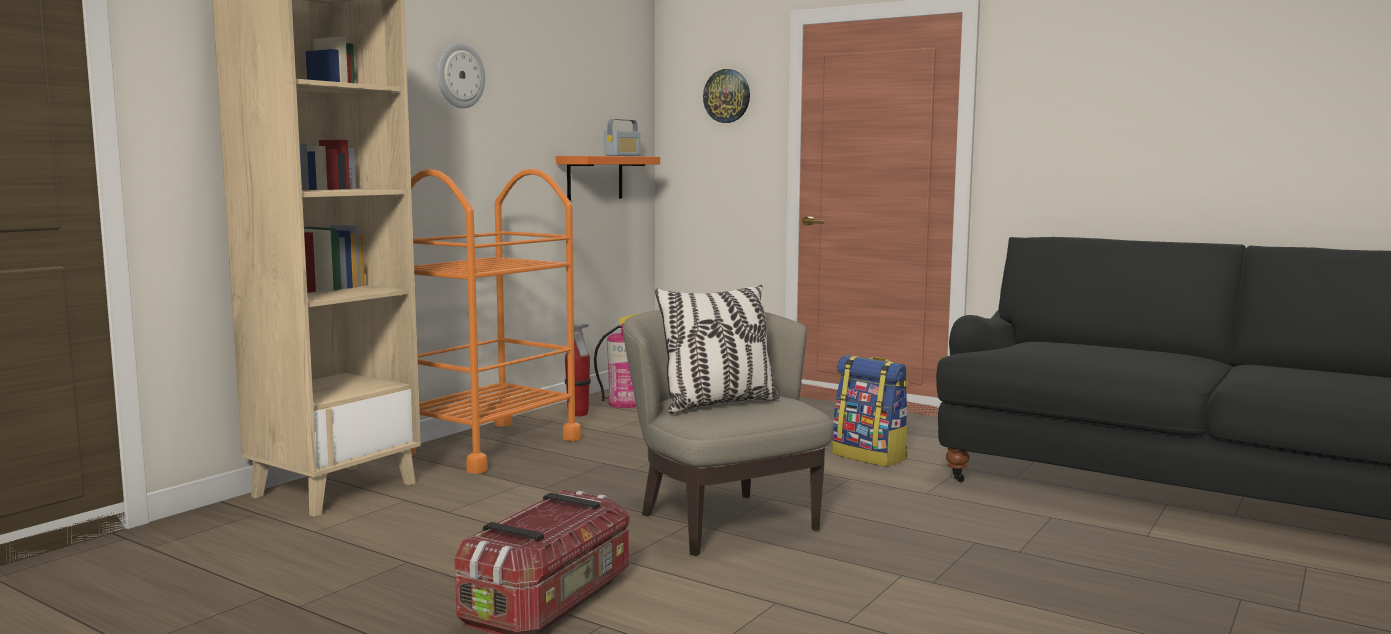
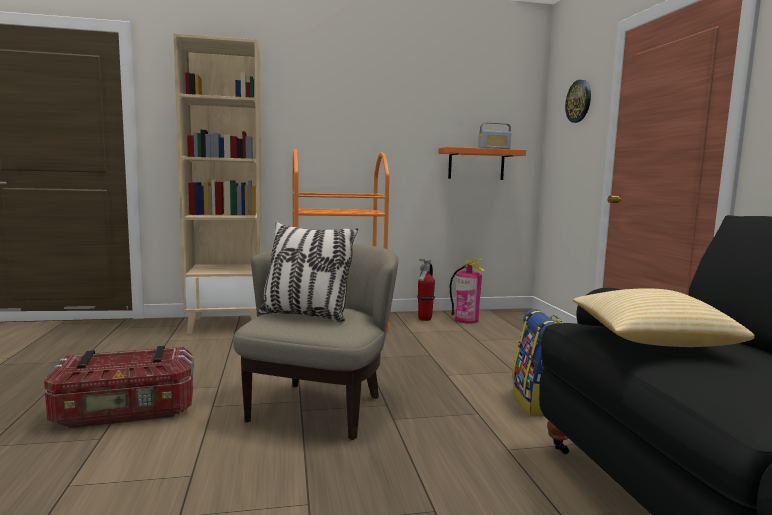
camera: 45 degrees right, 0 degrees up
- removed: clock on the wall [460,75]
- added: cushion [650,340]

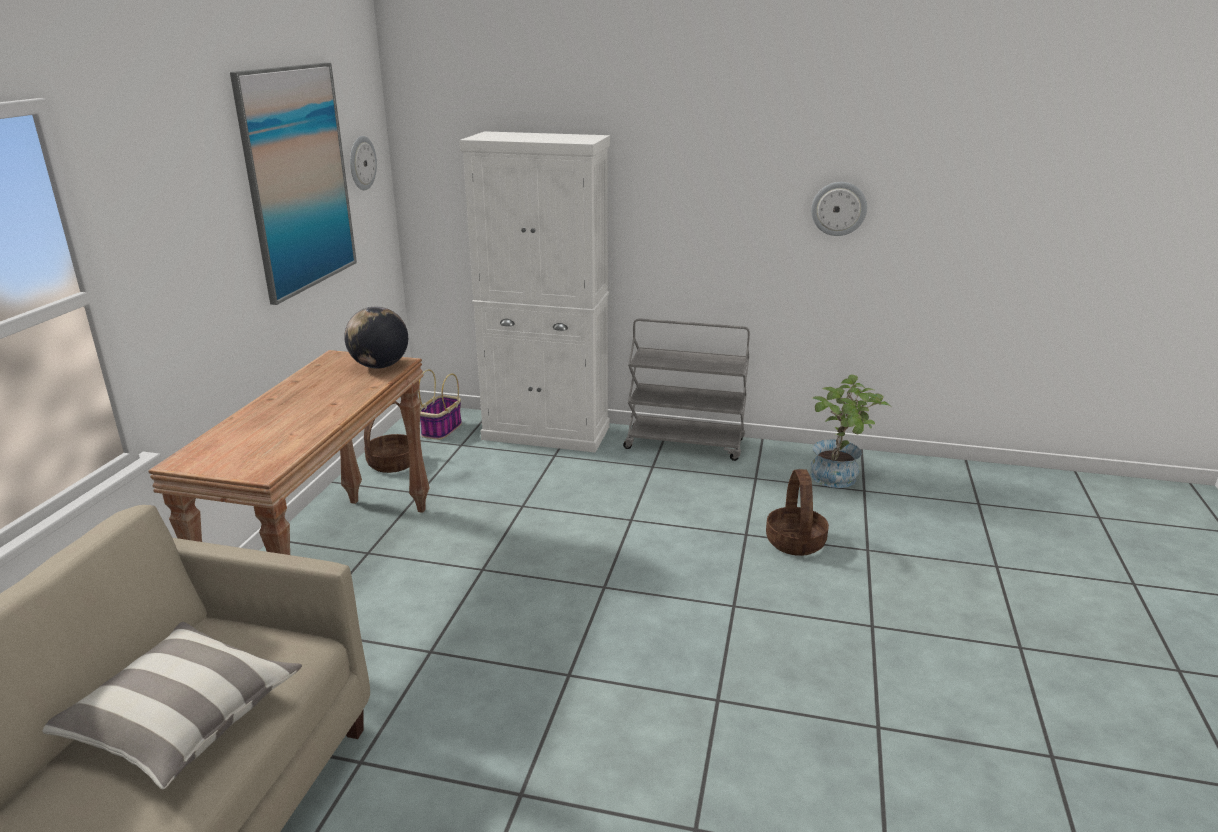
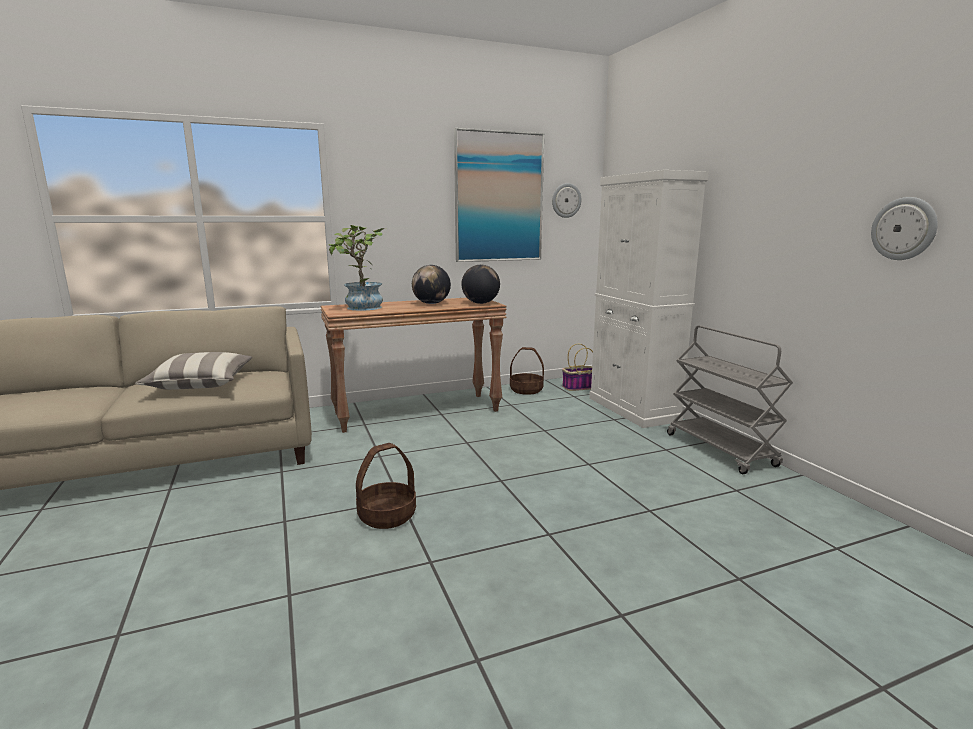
camera: 55 degrees right, 10 degrees down
- moved: household basket [794,541] to [387,515]
- moved: houseplant [839,480] to [361,308]
- added: globe [431,303]

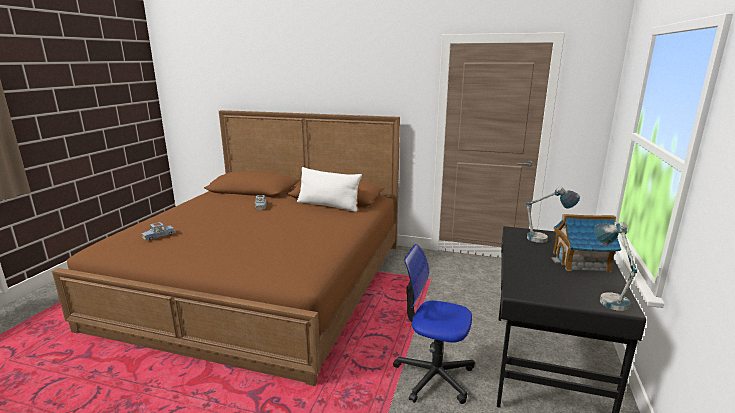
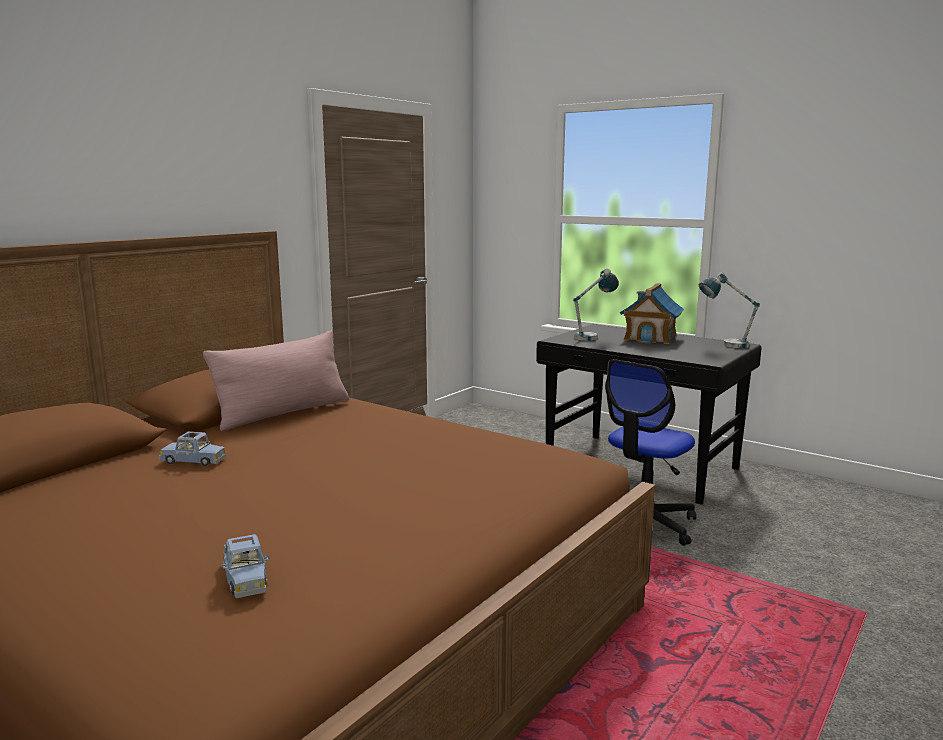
camera: 70 degrees left, 5 degrees down
- recoloured: white-coloured cushion [328,205] to pink cushion [284,413]

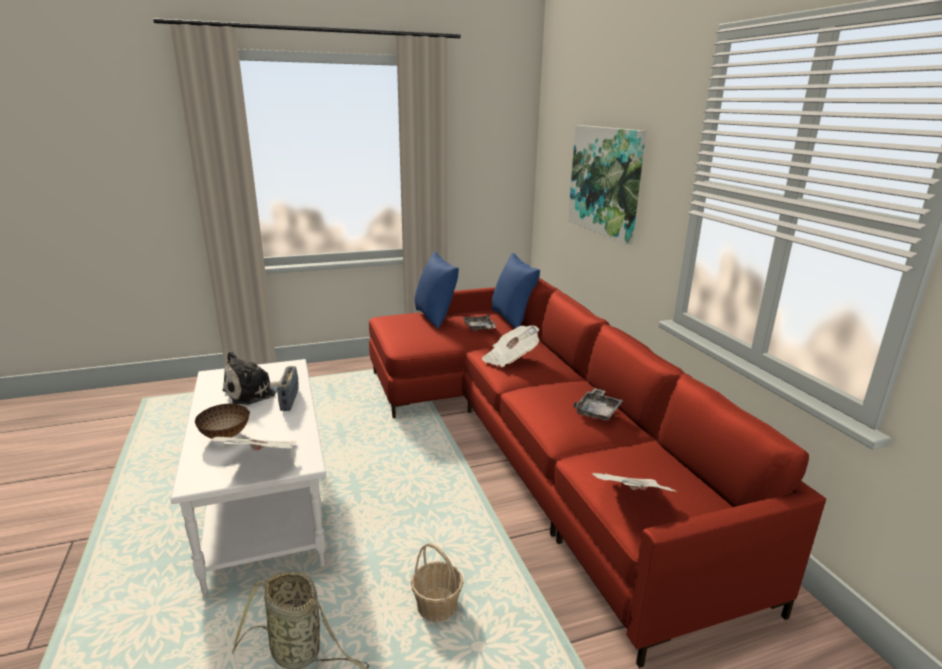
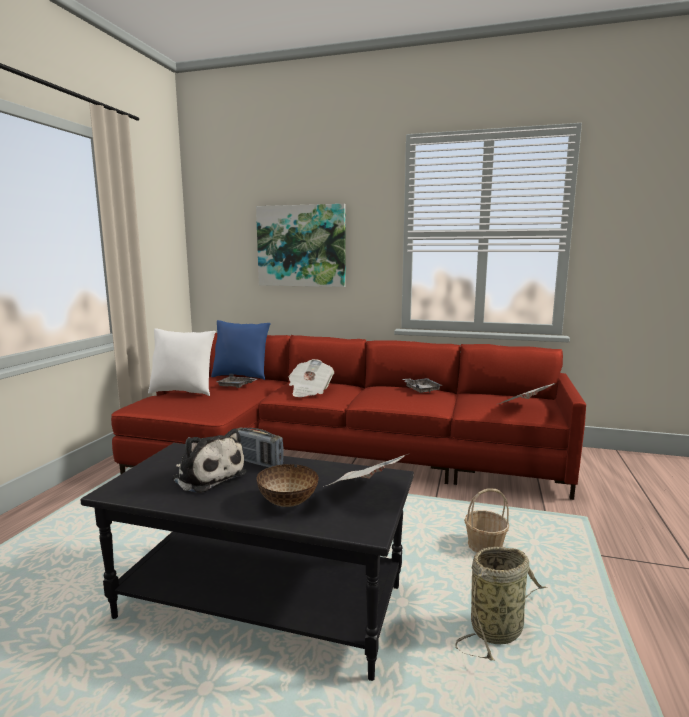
camera: 55 degrees left, 10 degrees down
- recoloured: white-coloured low table [266,505] to black-coloured low table [263,601]
- turned: cuddly toy [253,392] = [207,476] 45 degrees counterclockwise
- recoloured: blue cushion [435,318] to white-coloured cushion [183,392]

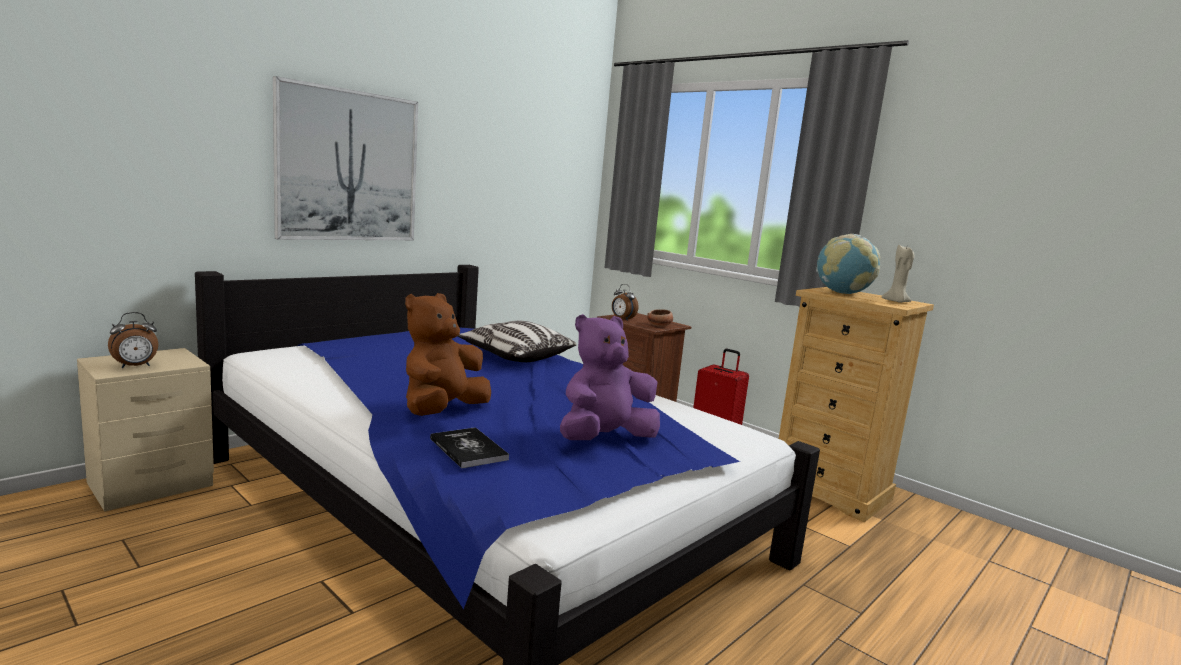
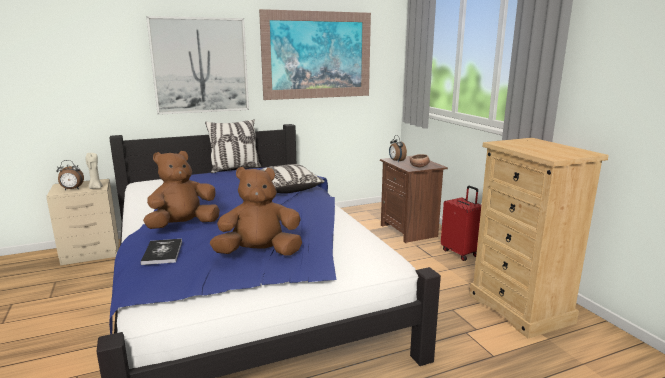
camera: 25 degrees right, 5 degrees up
- recoloured: purplish cuddly toy [604,439] to brown-coloured cuddly toy [259,253]
- removed: globe [842,293]
- moved: sand-coloured candle [896,302] to [95,188]
- added: cushion [235,169]
- added: wall picture [317,55]

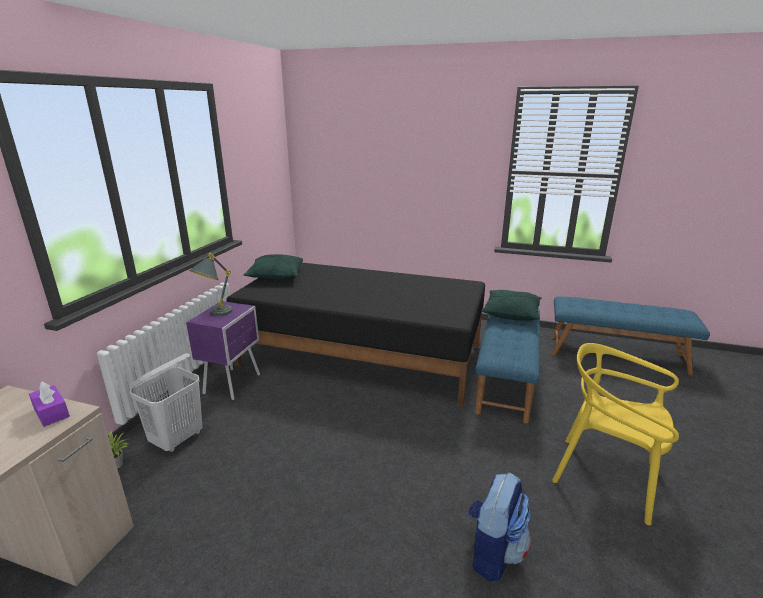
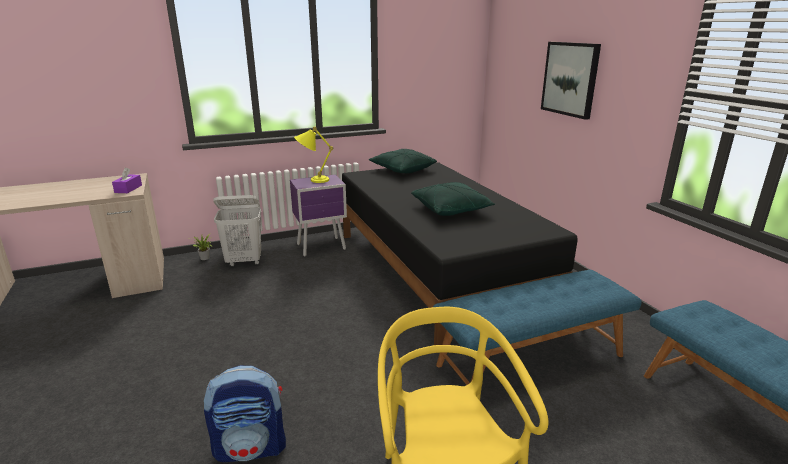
camera: 50 degrees right, 0 degrees up
- recoloured: greyish lamp for a table [215,314] to yellowish lamp for a table [312,180]
- moved: greenish cushion [511,313] to [451,209]
- added: wall picture [570,79]

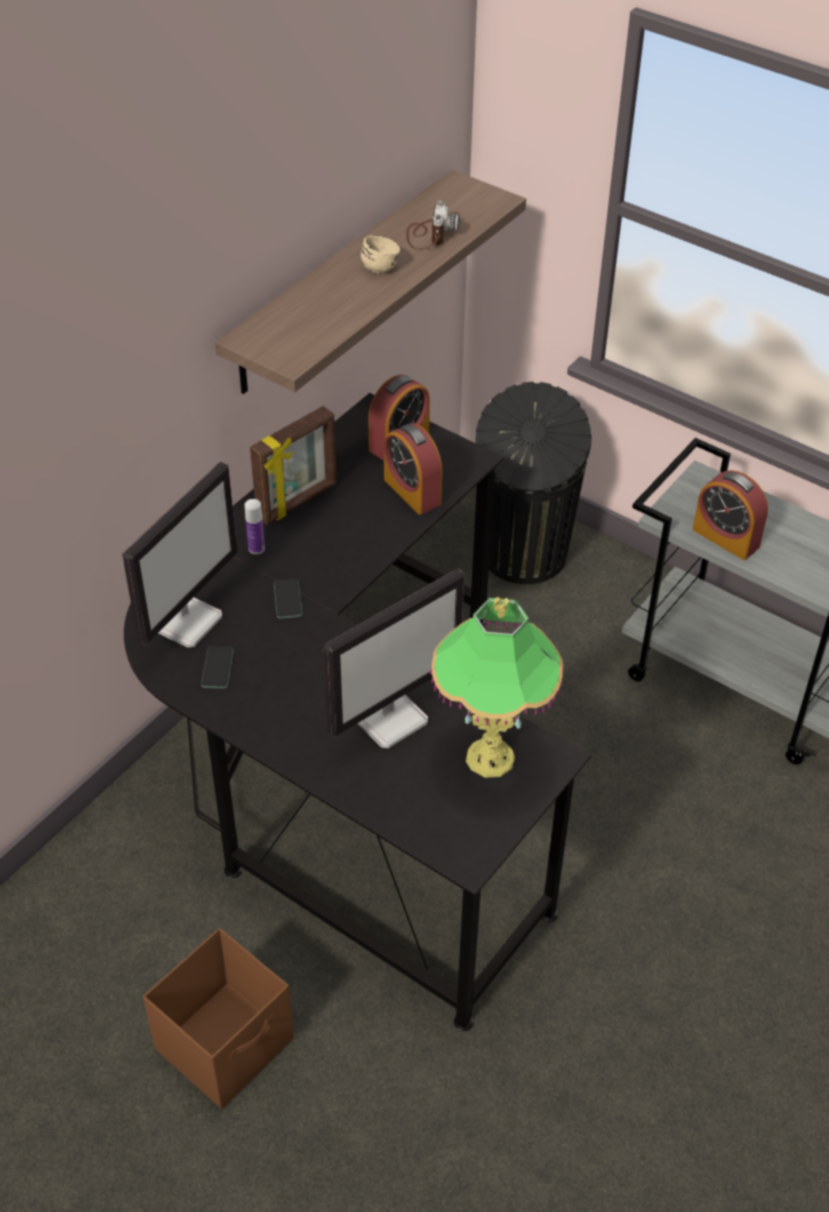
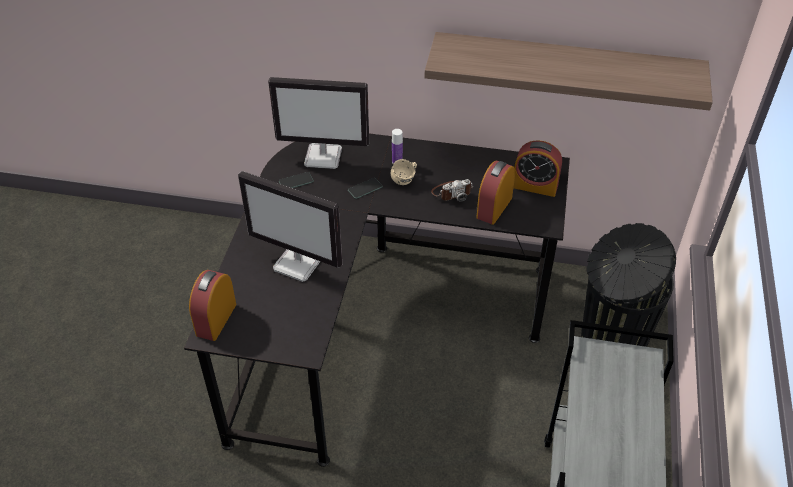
camera: 65 degrees right, 0 degrees up
- removed: brown-coloured storage box [227,1044]
- removed: photo frame [298,502]
- moved: sand-coloured tea mug [379,265] to [405,180]
- moved: still camera [429,235] to [452,192]
- removed: lamp for a table [491,758]
- moved: alarm clock [726,538] to [216,319]

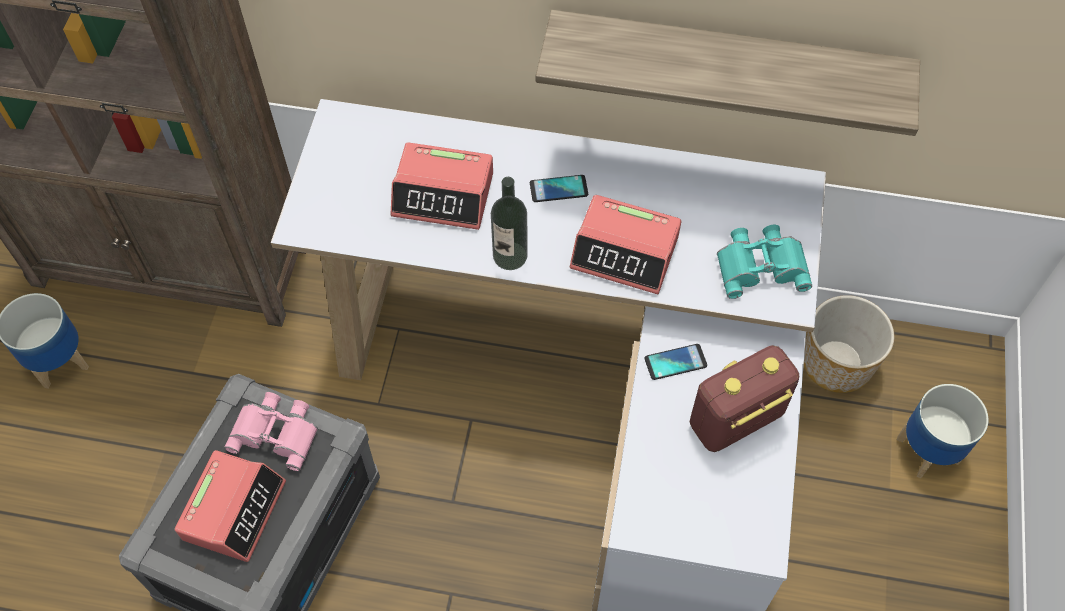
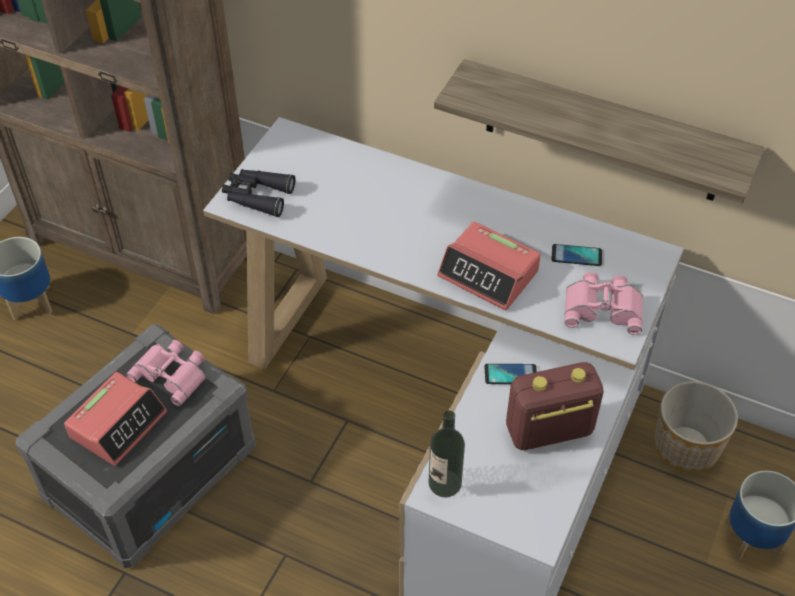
camera: 15 degrees right, 10 degrees down
- removed: alarm clock [443,194]
- moved: beverage bottle [510,256] to [445,483]
- moved: telephone [558,189] to [576,256]
- recoloured: turquoise binoculars [761,264] to pink binoculars [603,307]
- added: black-coloured binoculars [257,196]

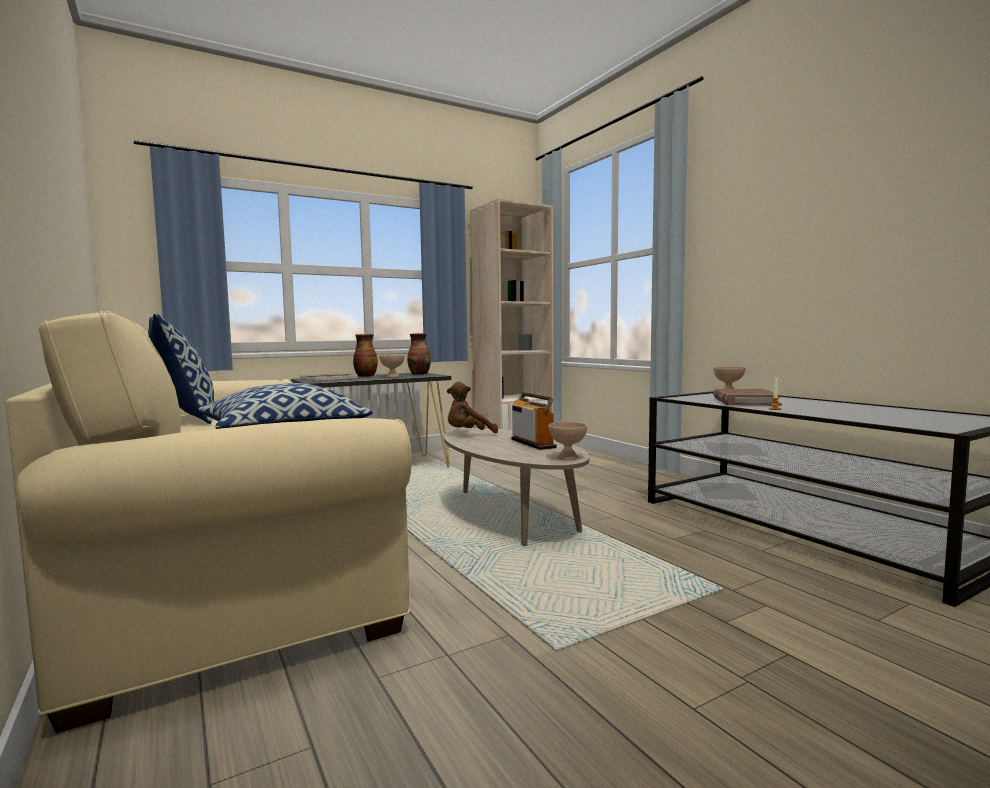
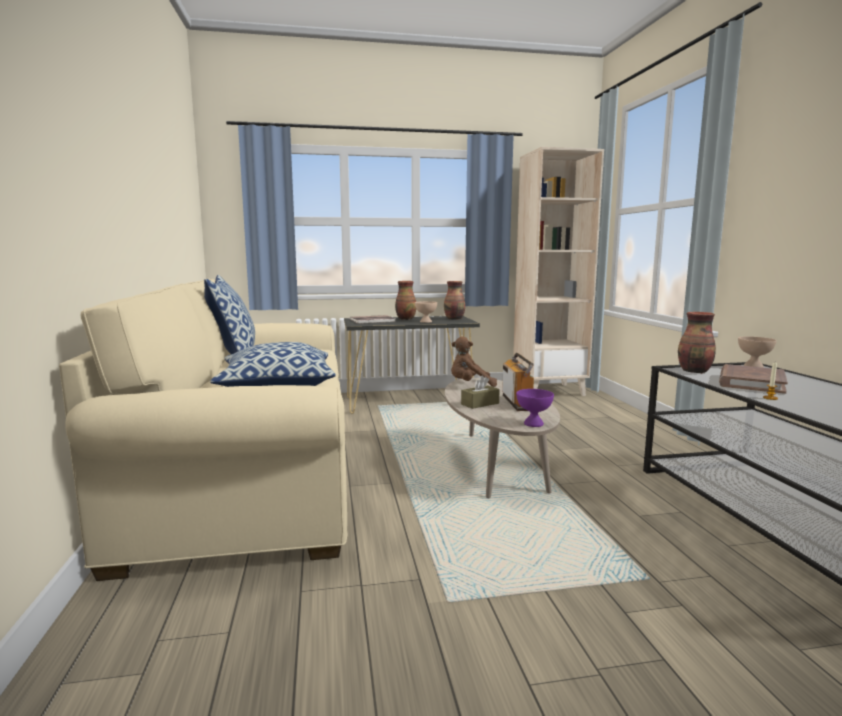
camera: 20 degrees right, 5 degrees up
- recoloured: sand-coloured serving bowl [567,458] to purplish serving bowl [533,424]
- added: brown-coloured tissue holder [480,404]
- added: vase [695,371]

